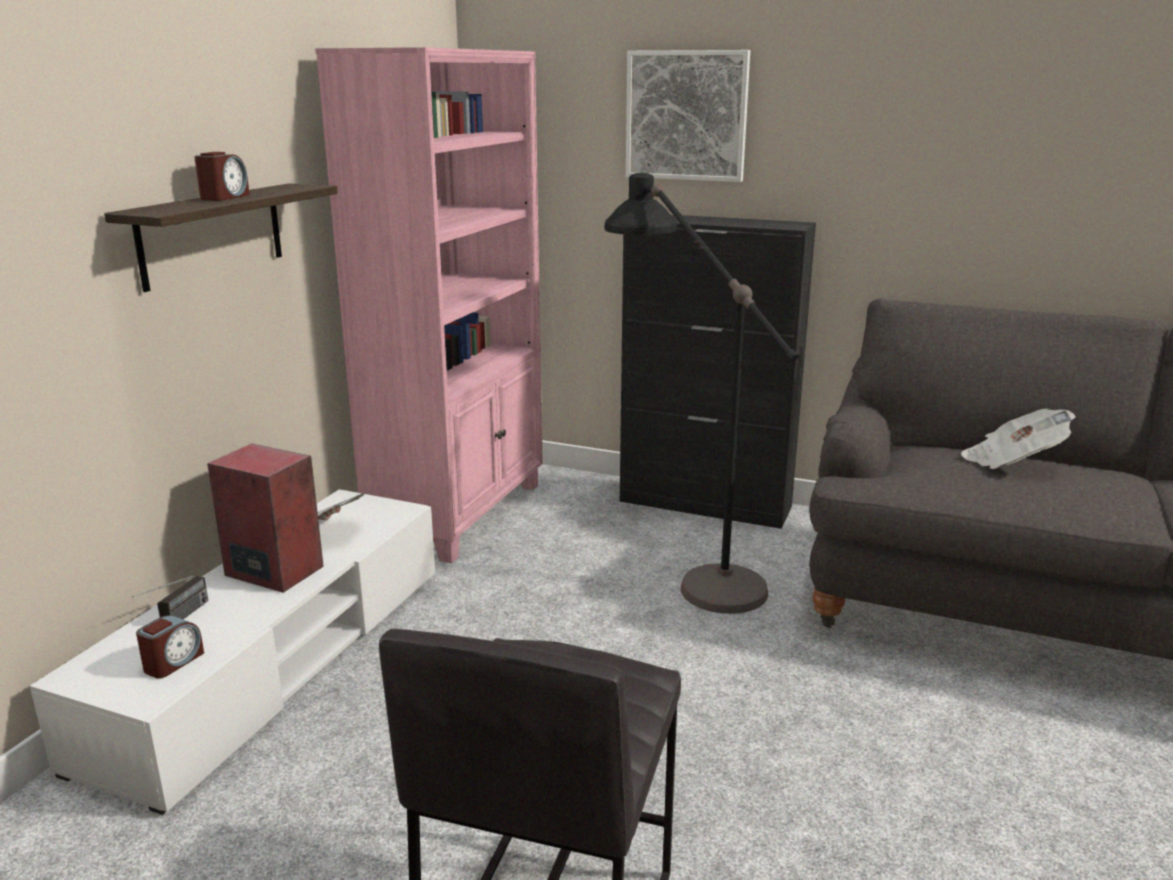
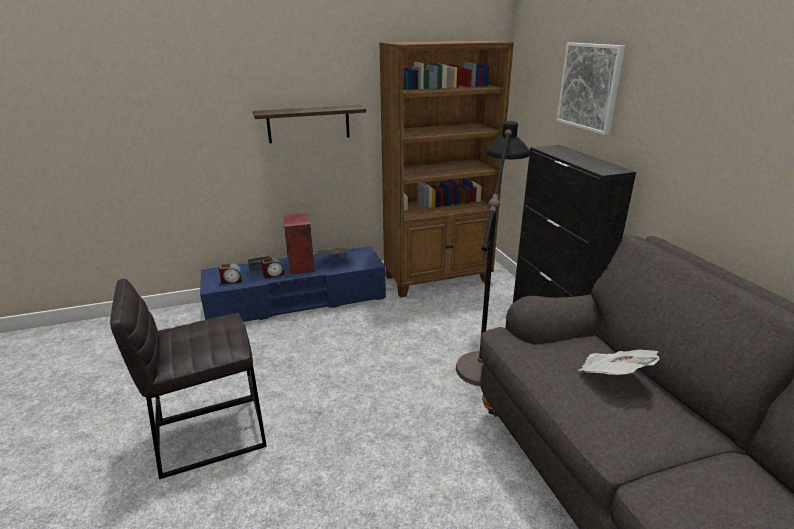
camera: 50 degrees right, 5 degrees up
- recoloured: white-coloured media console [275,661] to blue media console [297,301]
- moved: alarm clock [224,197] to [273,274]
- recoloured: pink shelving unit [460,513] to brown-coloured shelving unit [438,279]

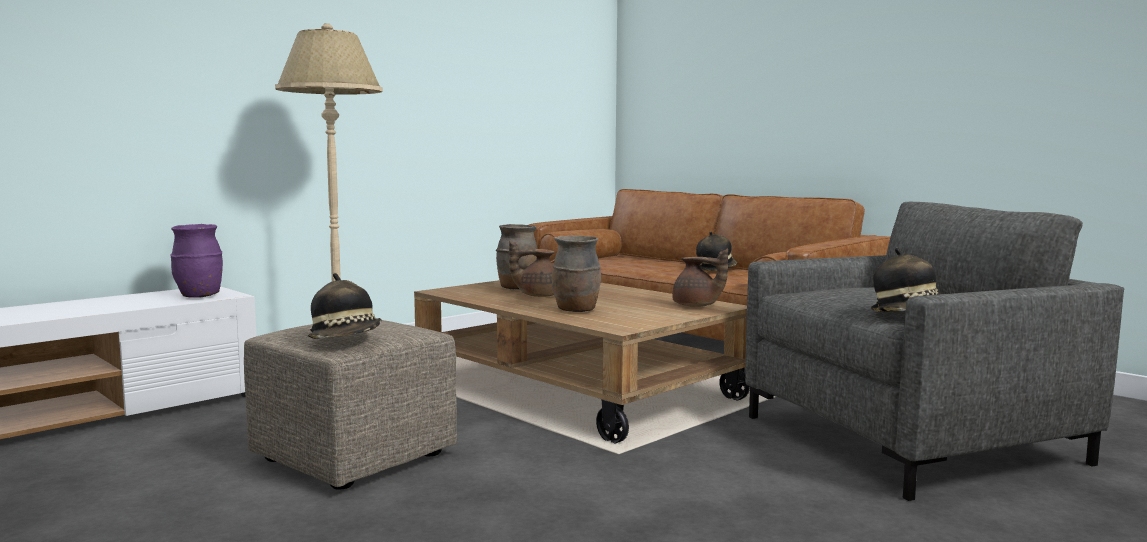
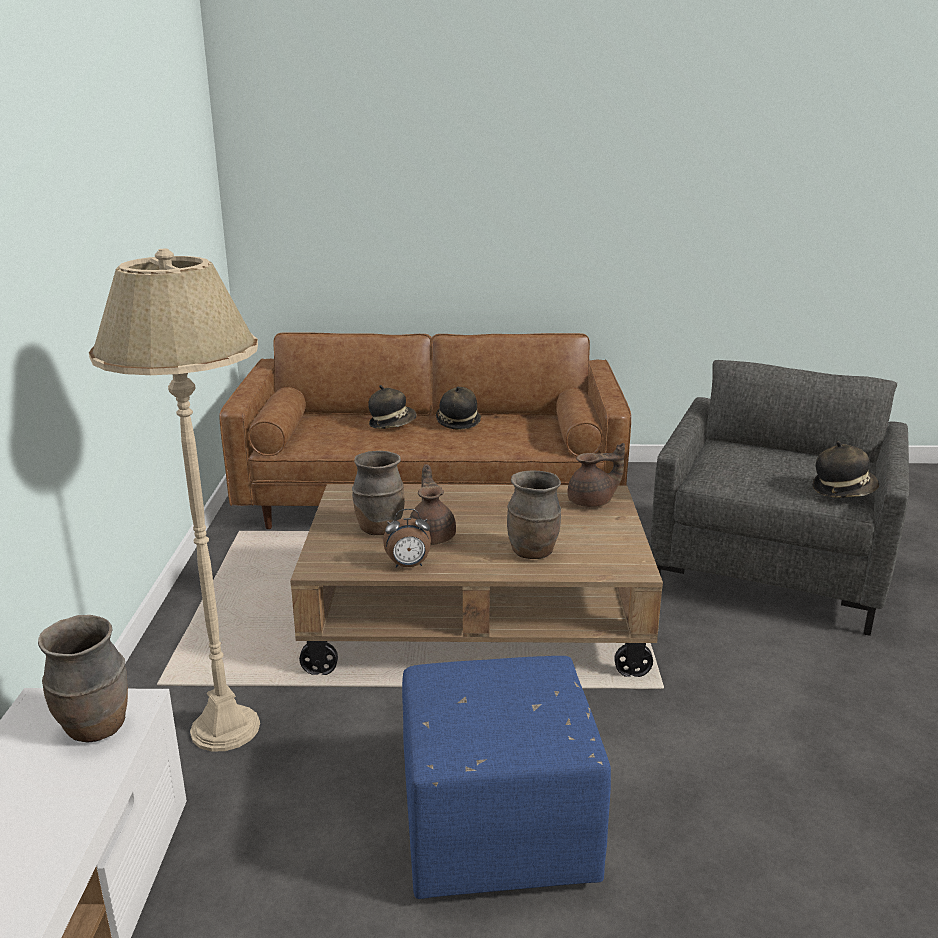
camera: 45 degrees left, 15 degrees up
- recoloured: purplish vase [199,296] to brown-coloured vase [96,728]
- recoloured: sand-coloured pouffe [352,457] to blue pouffe [494,831]
- moved: clothing hat [347,339] to [392,424]
- turned: brown-coloured teapot [537,295] = [432,536] 135 degrees clockwise
- added: alarm clock [408,566]

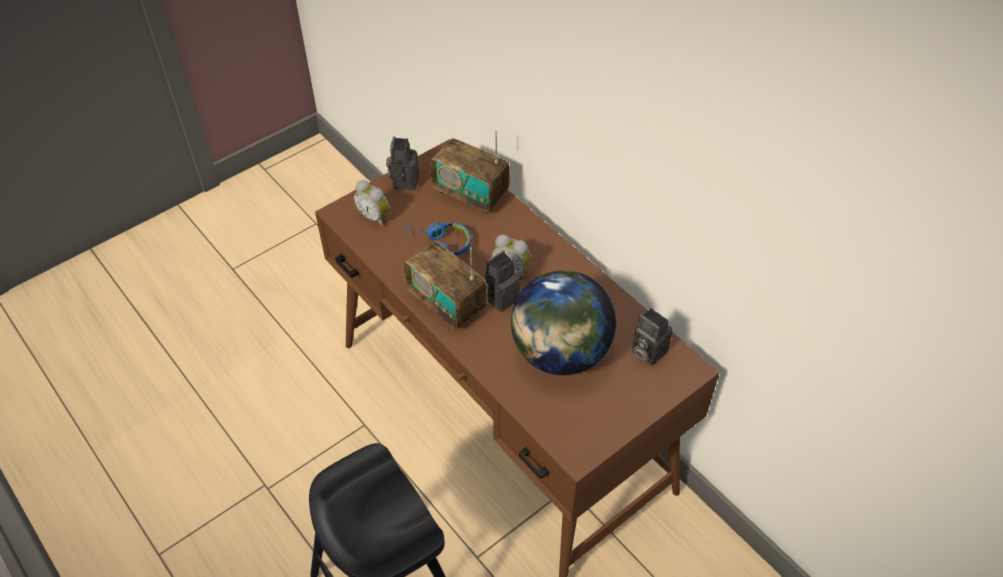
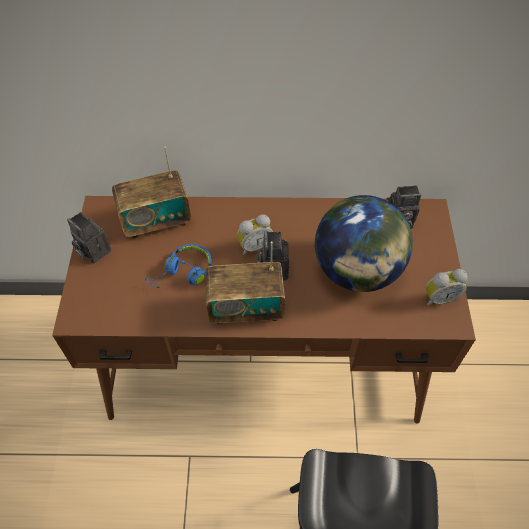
camera: 50 degrees left, 5 degrees up
- moved: alarm clock [375,216] to [439,297]

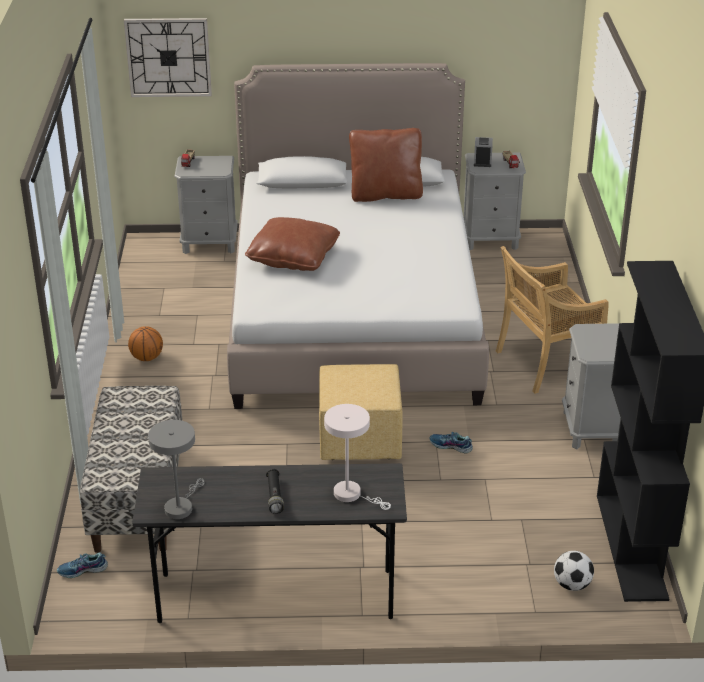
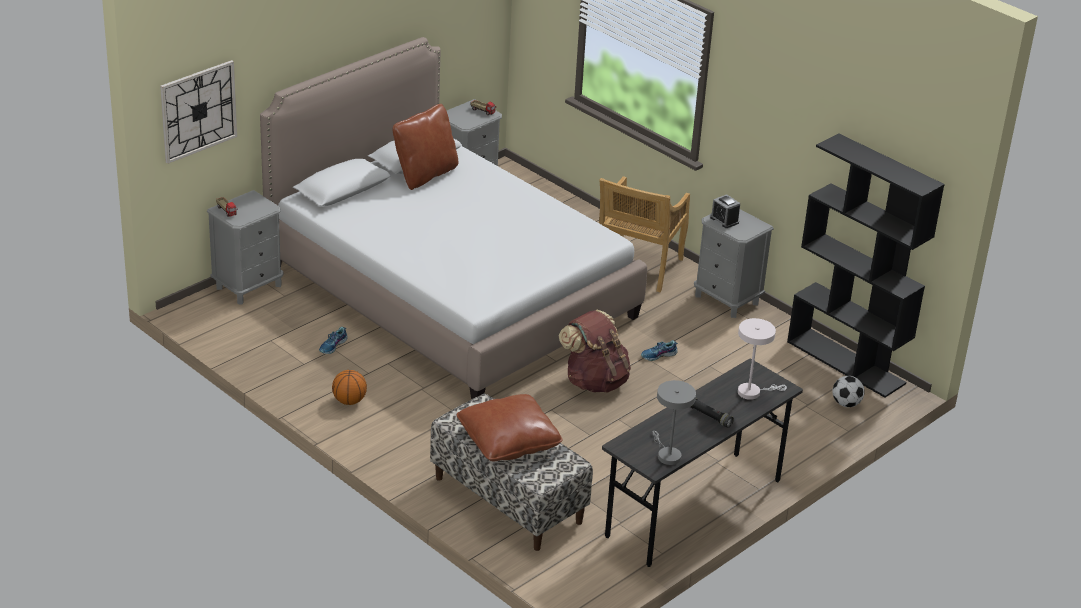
camera: 45 degrees left, 0 degrees up
- moved: shoe [82,570] to [333,346]
- moved: brown-coloured cushion [293,257] to [508,441]
- replaced: yellowish pouffe [360,439] to brown-coloured backpack [594,381]
- moved: alarm clock [482,161] to [724,220]

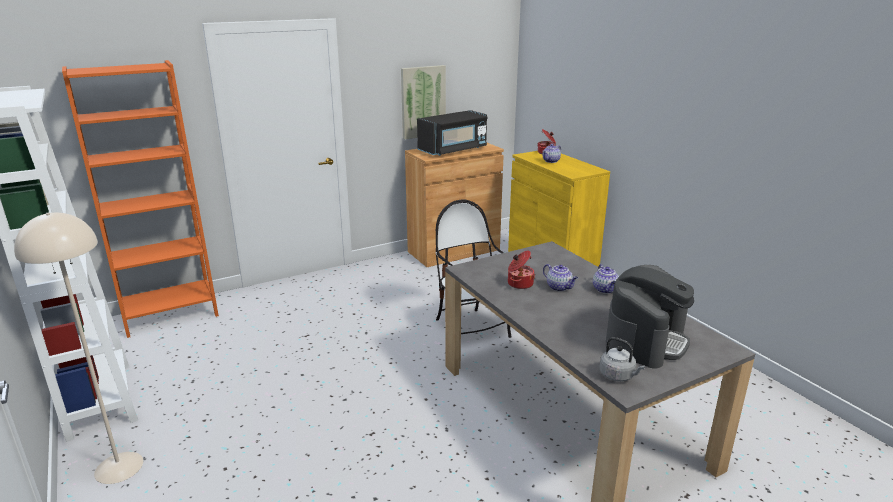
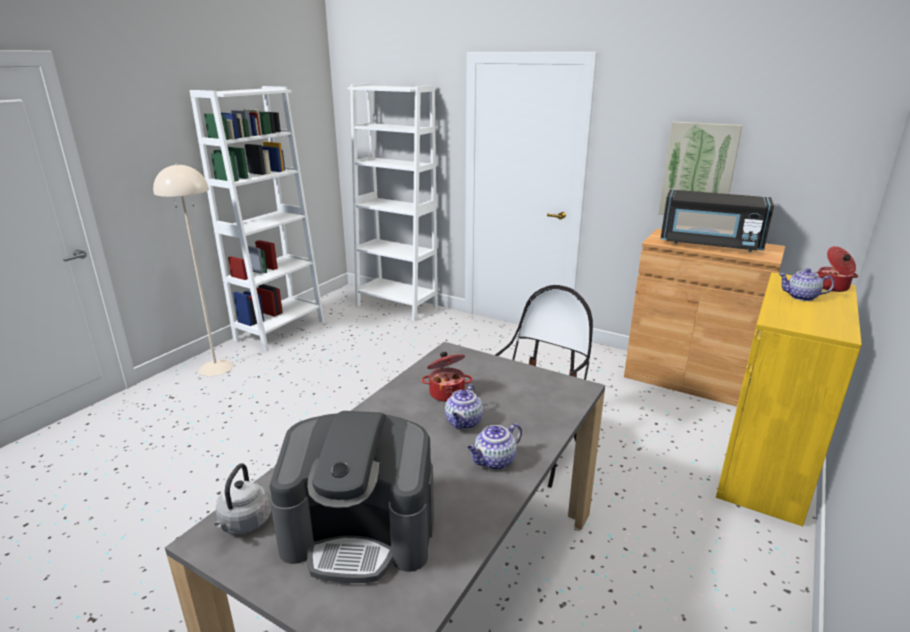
camera: 60 degrees right, 0 degrees up
- recoloured: orange-coloured shelving unit [170,315] to white-coloured shelving unit [396,306]

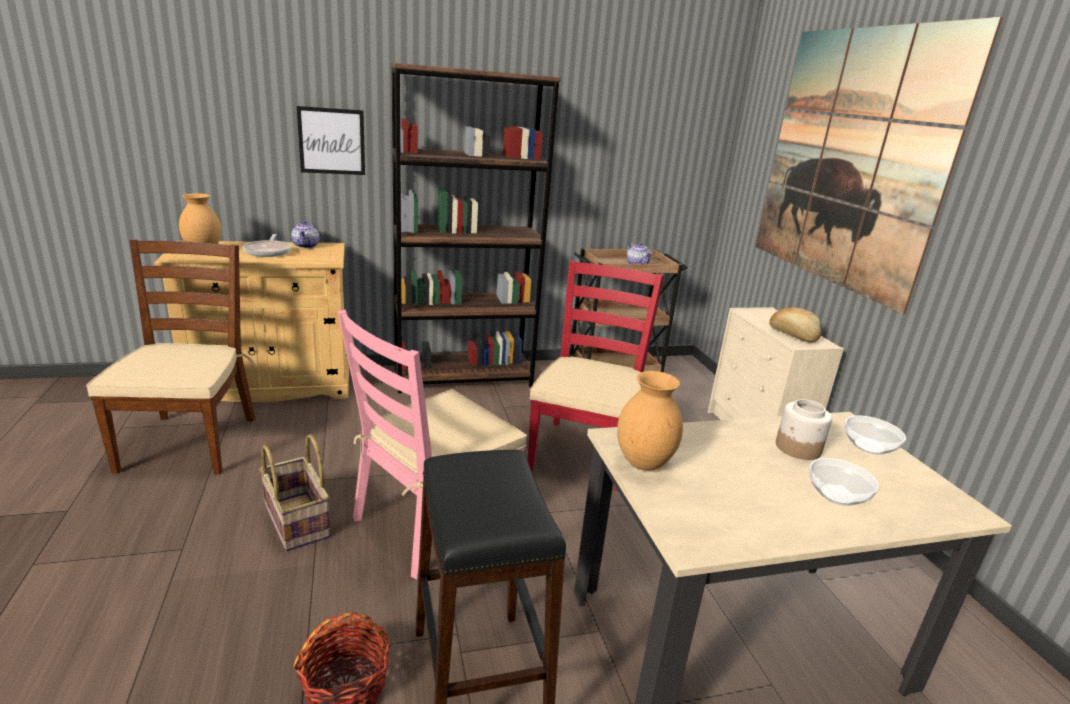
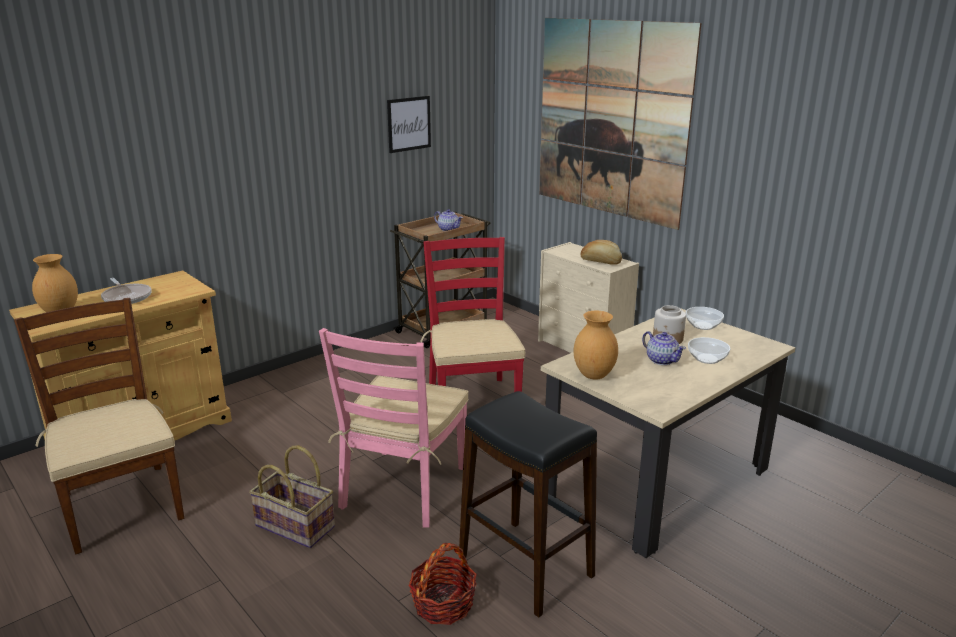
camera: 25 degrees left, 0 degrees up
- moved: teapot [306,246] to [661,360]
- moved: wall picture [332,141] to [409,124]
- removed: brown-coloured shelving unit [463,377]

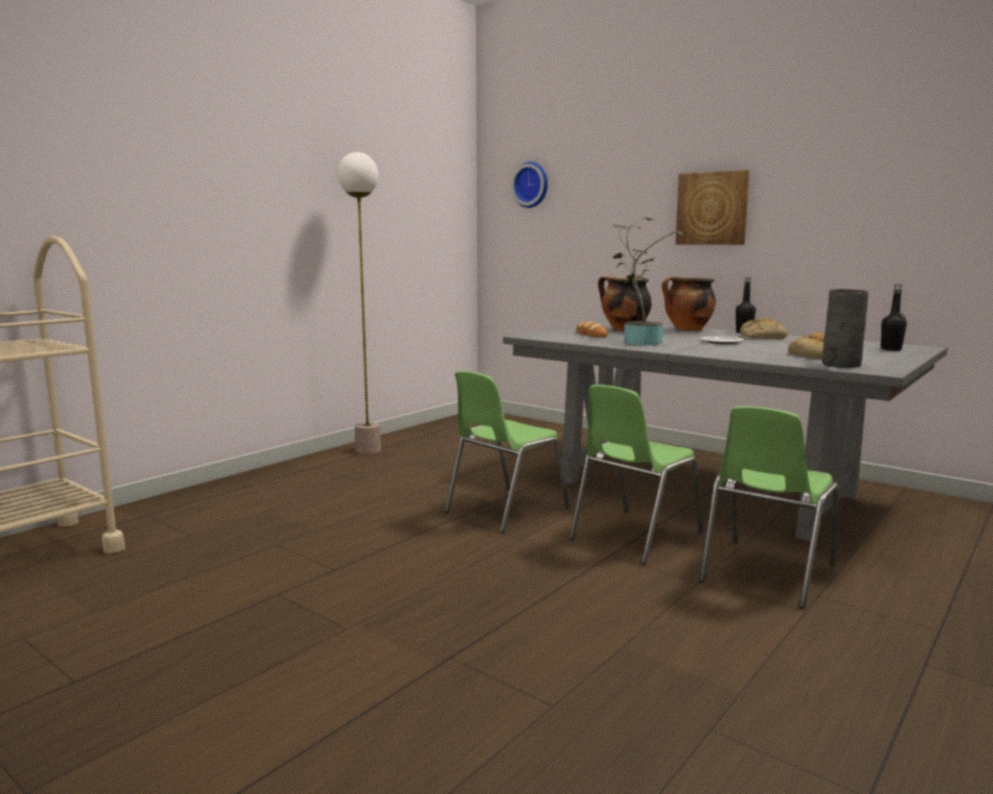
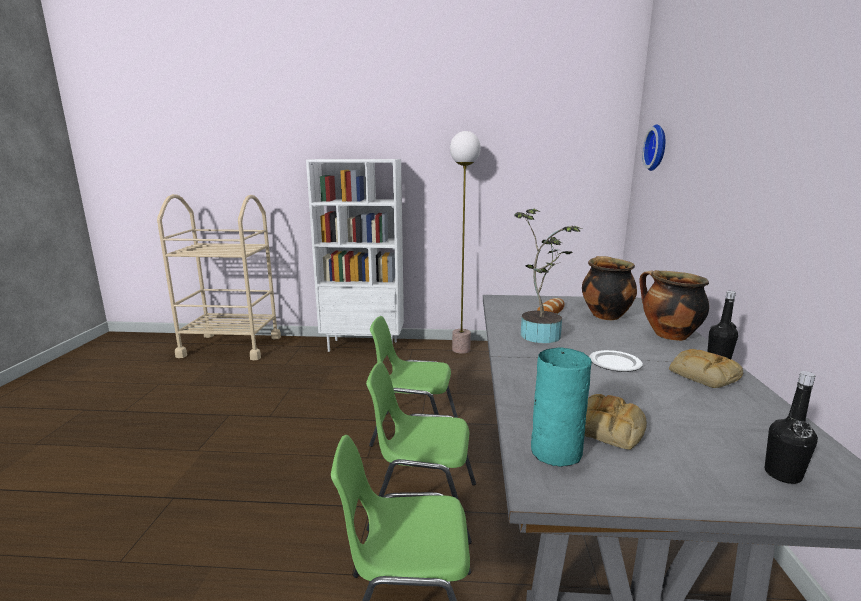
camera: 55 degrees right, 5 degrees up
- removed: wall picture [712,208]
- recoloured: greyish vase [840,364] to turquoise vase [554,451]
- added: white-coloured shelving unit [364,346]

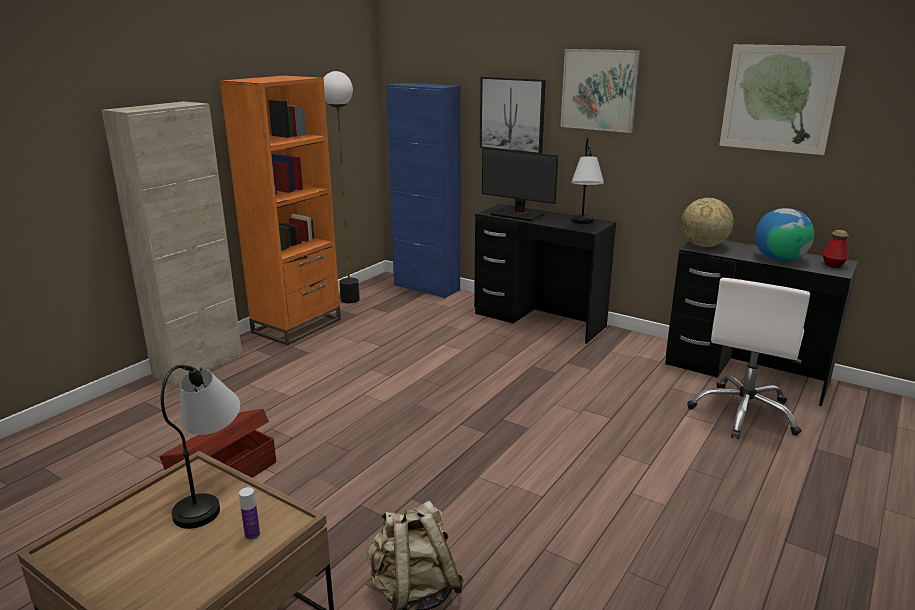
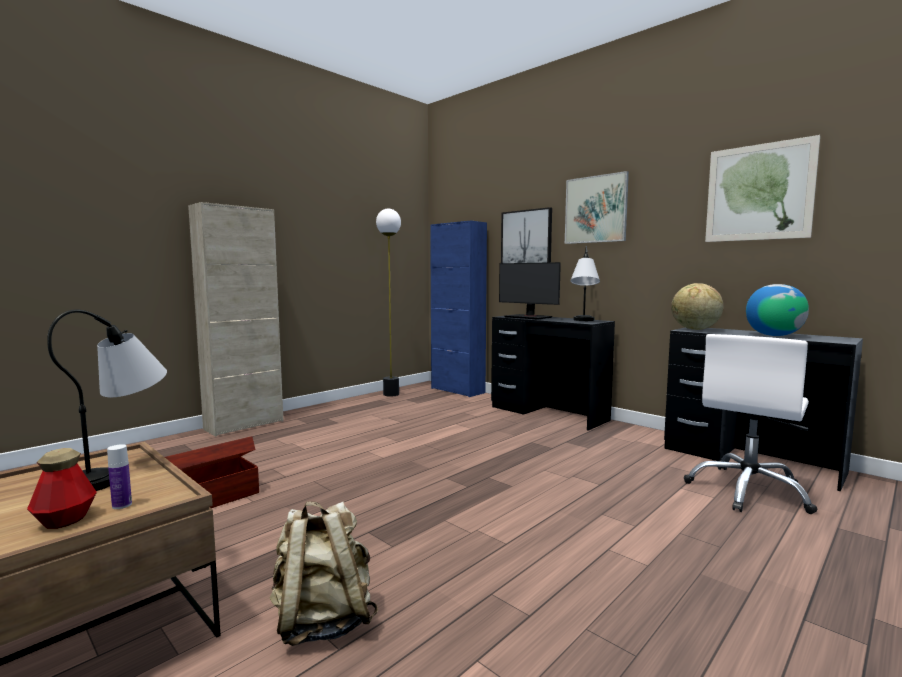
camera: 10 degrees right, 15 degrees down
- removed: orange-coloured shelving unit [297,326]
- moved: beverage bottle [833,265] to [65,520]

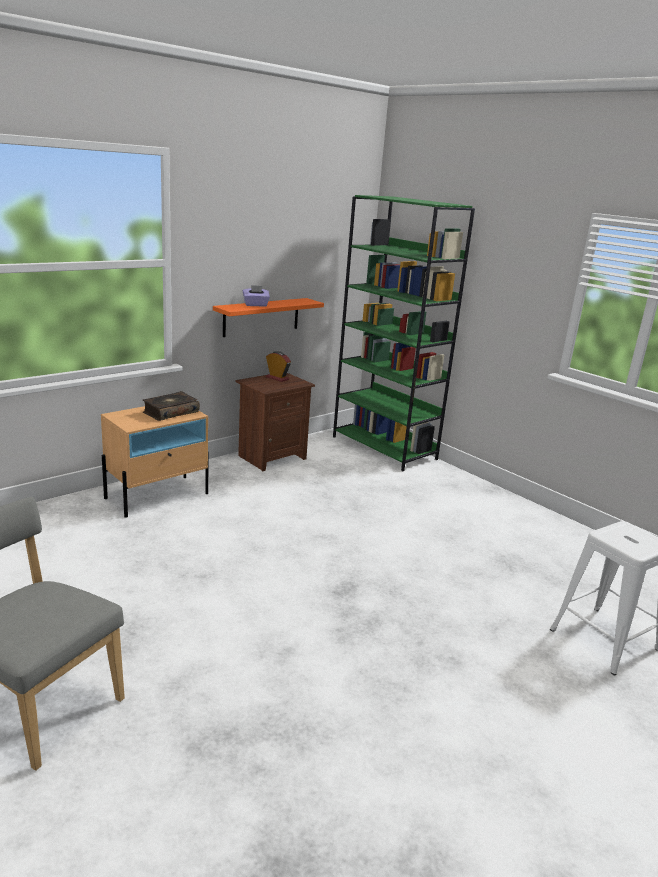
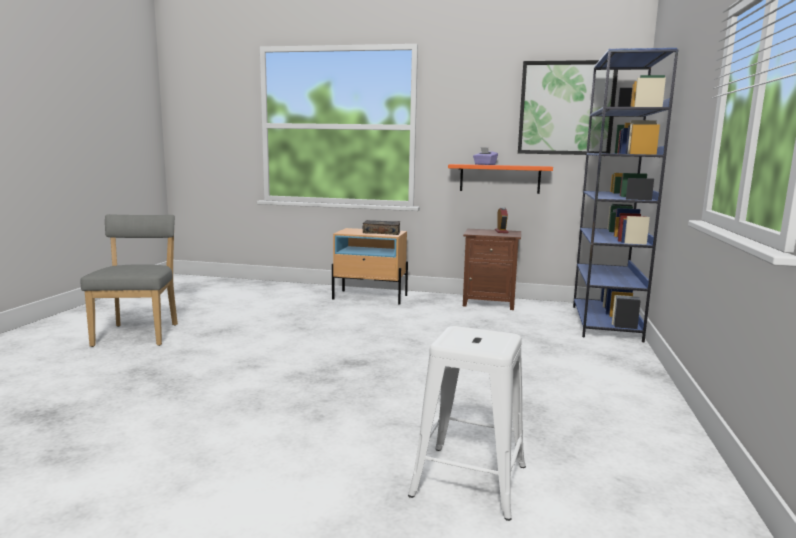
camera: 55 degrees right, 10 degrees down
- recoloured: greenish shelving unit [384,448] to blue shelving unit [606,323]
- added: wall picture [566,108]

